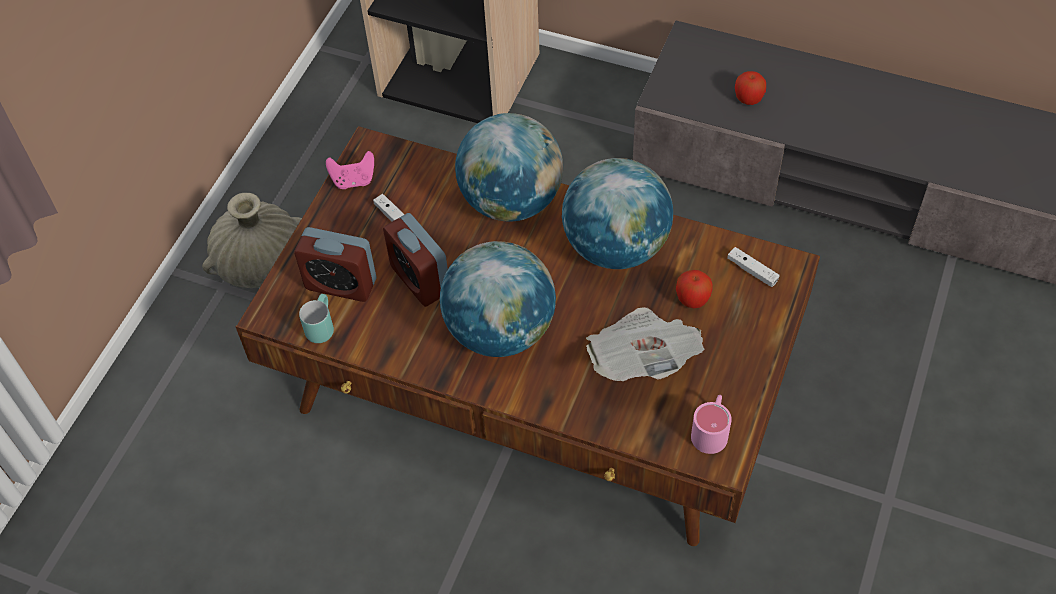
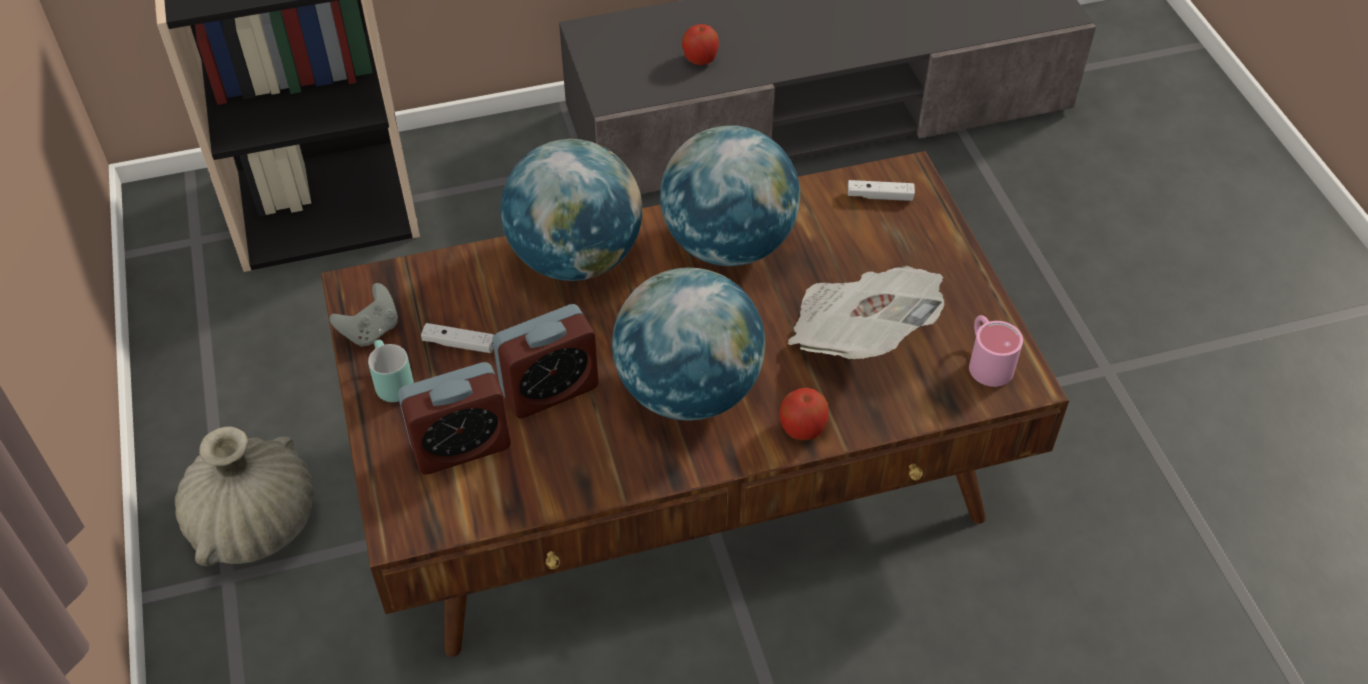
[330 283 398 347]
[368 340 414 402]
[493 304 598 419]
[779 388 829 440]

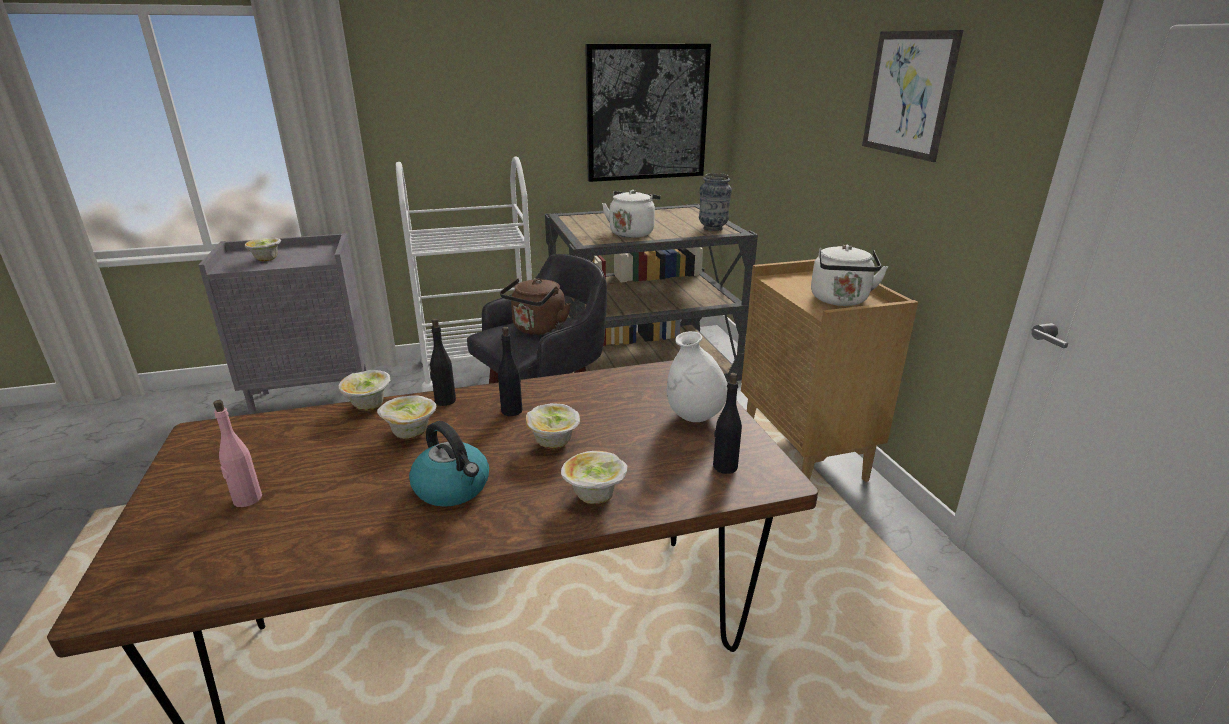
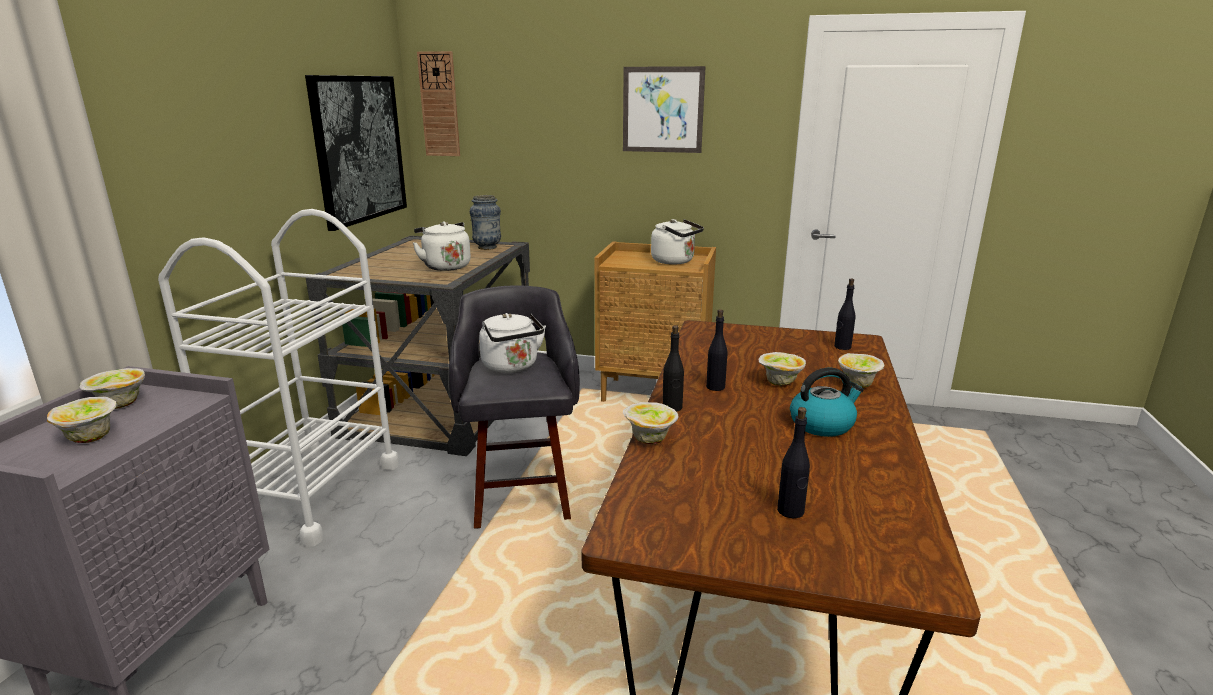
[80 368 145 409]
[417 51 460 156]
[479 313 546 373]
[777 407 810 518]
[667 331 727 422] (first image)

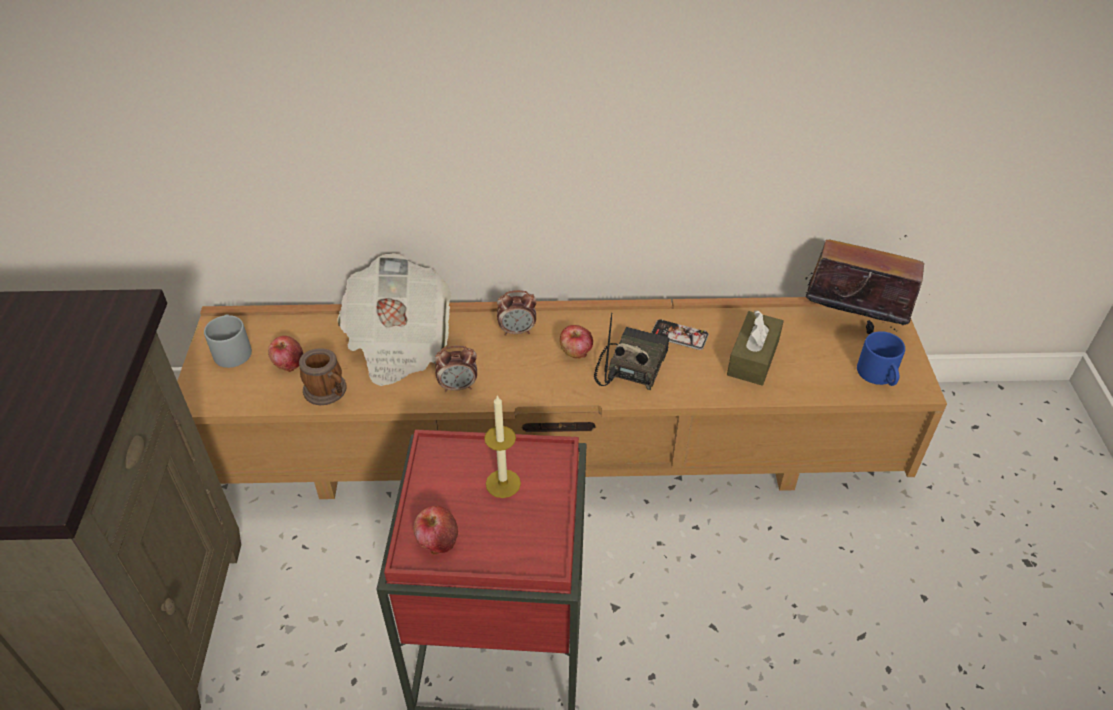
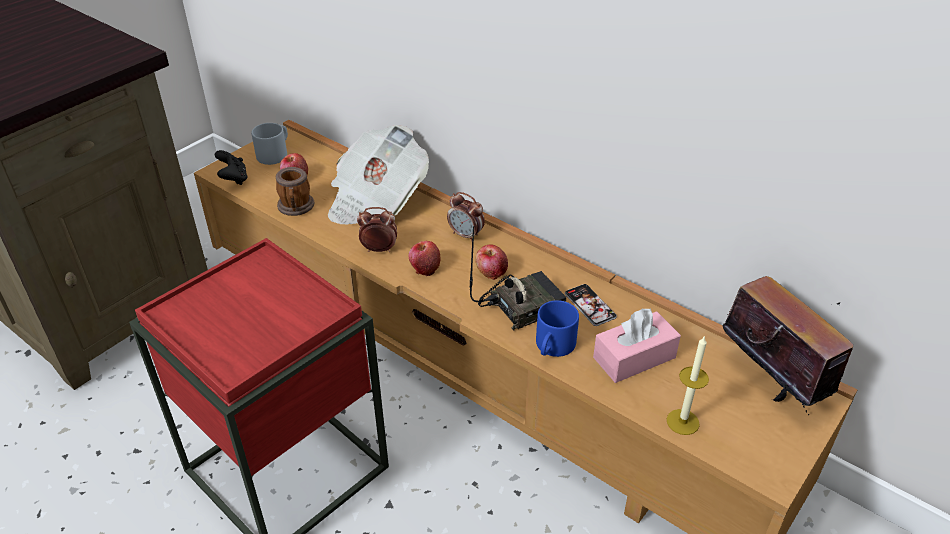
[215 150 248 185]
[357 207 397 252]
[408 241 441 276]
[536 300 579 357]
[593 308 681 383]
[667 335 709 435]

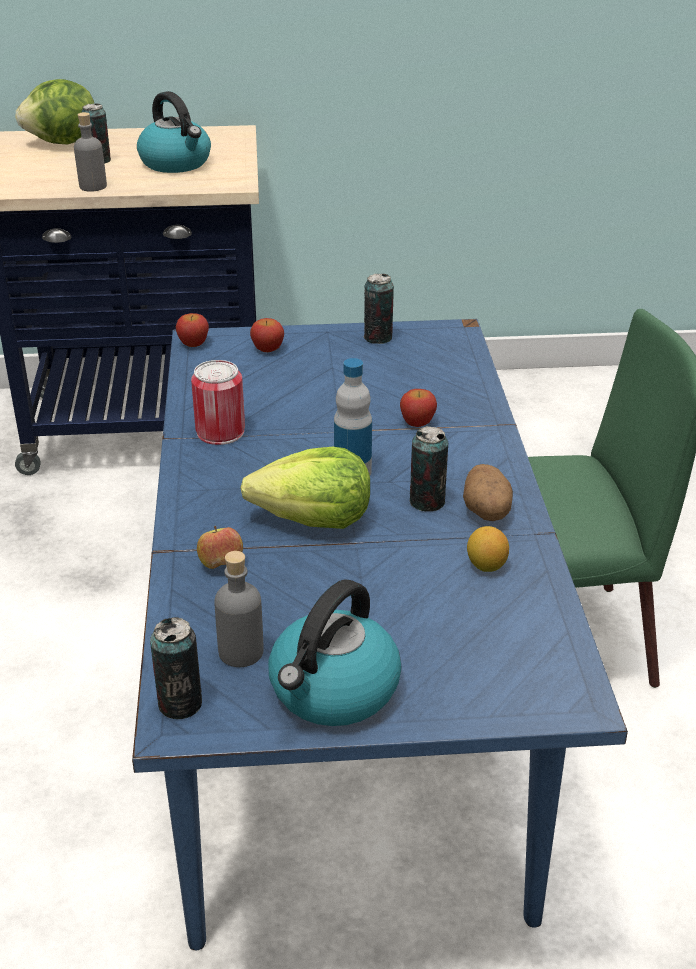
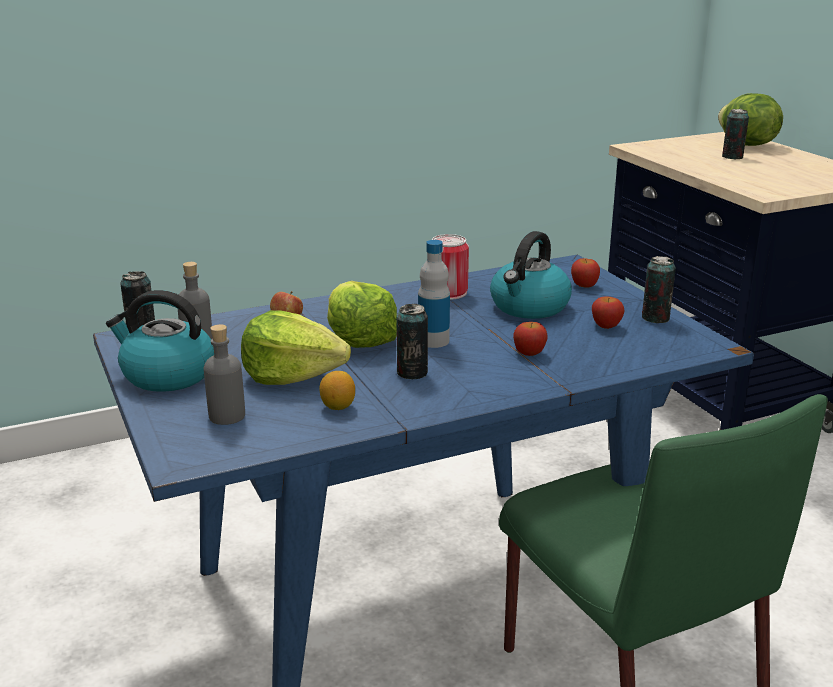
[204 324 245 425]
[241 310 351 385]
[490 231 572 319]
[592 296 625 329]
[463 464 513 521] (first image)

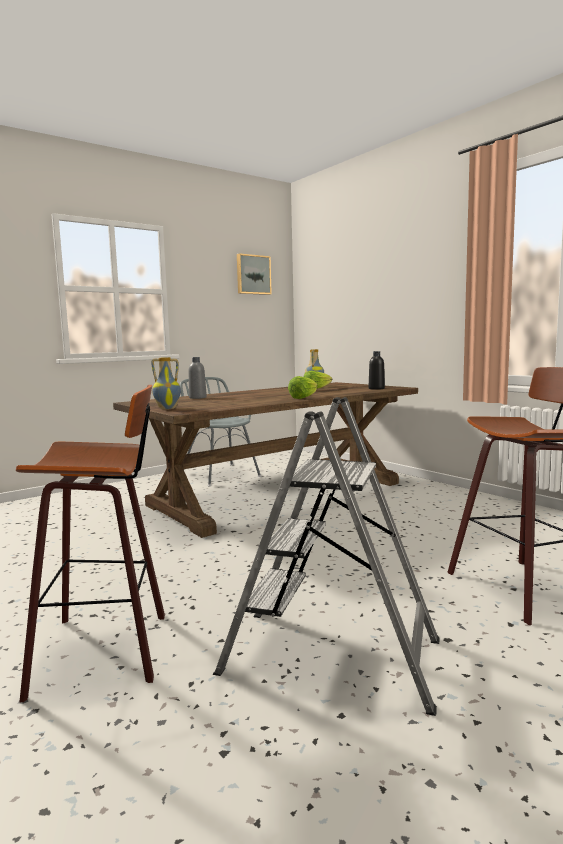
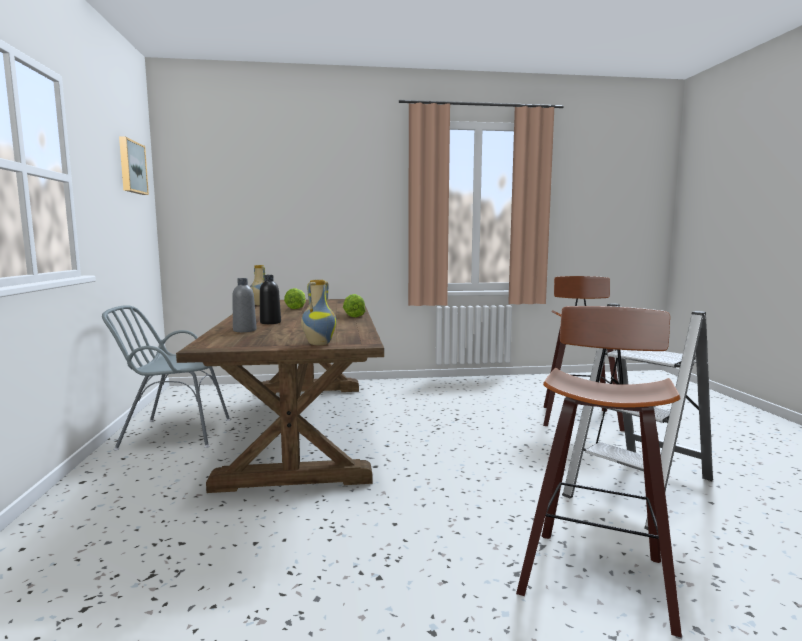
[260 275 281 324]

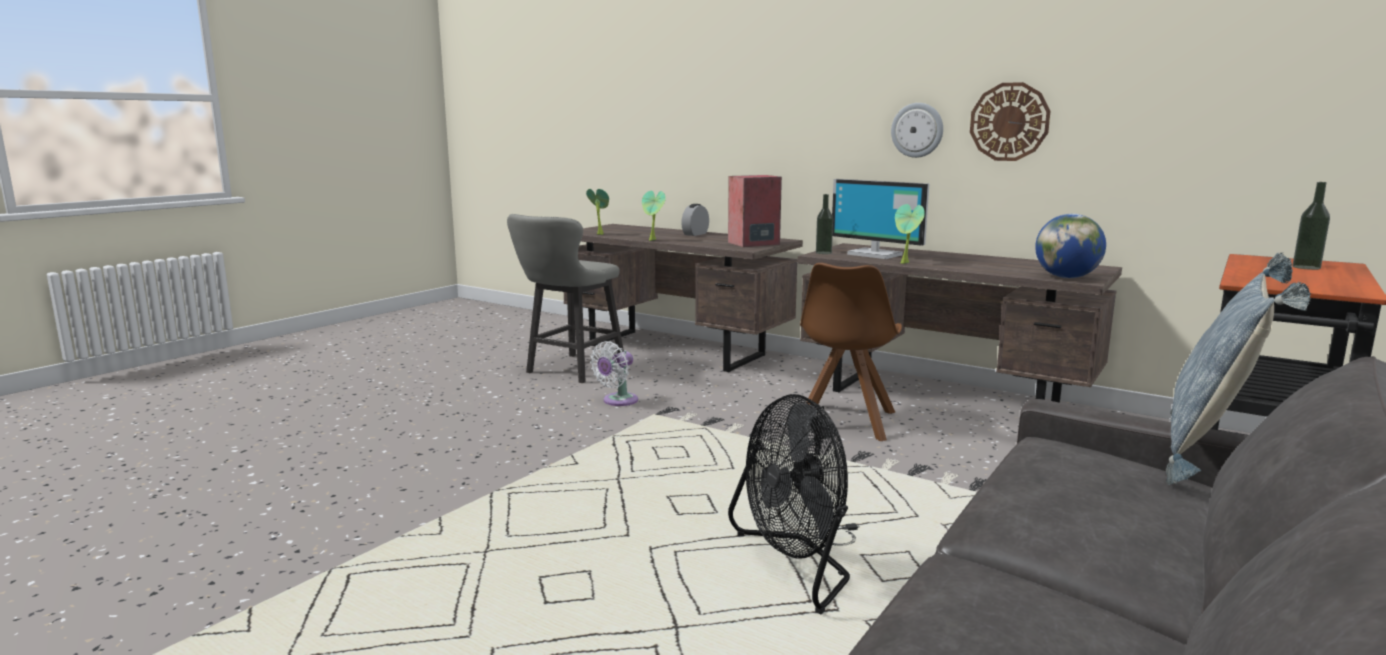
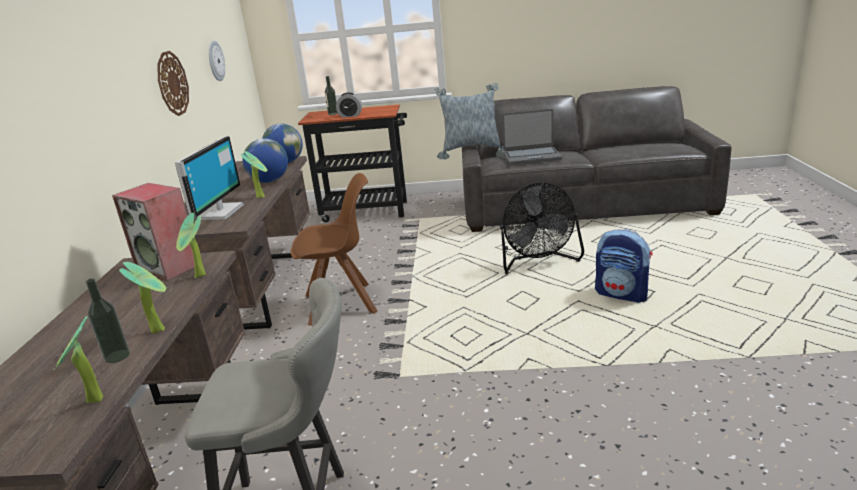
[86 278 130 363]
[176 213 206 278]
[209 41 225 81]
[243 138 288 183]
[336 92 362 118]
[500 183 584 274]
[502 109 562 164]
[595 229 653 303]
[590 341 638 406] (first image)

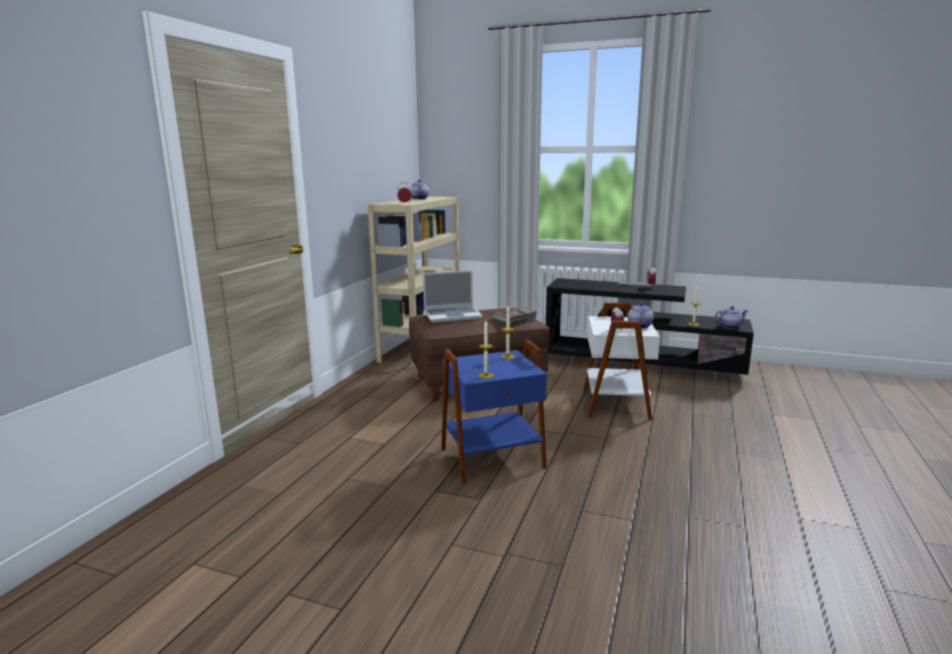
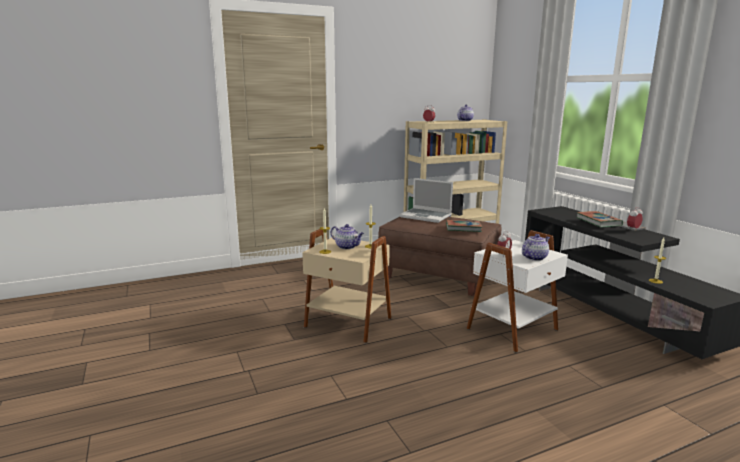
[302 229 391 343]
[331 224 364 249]
[576 211 623 227]

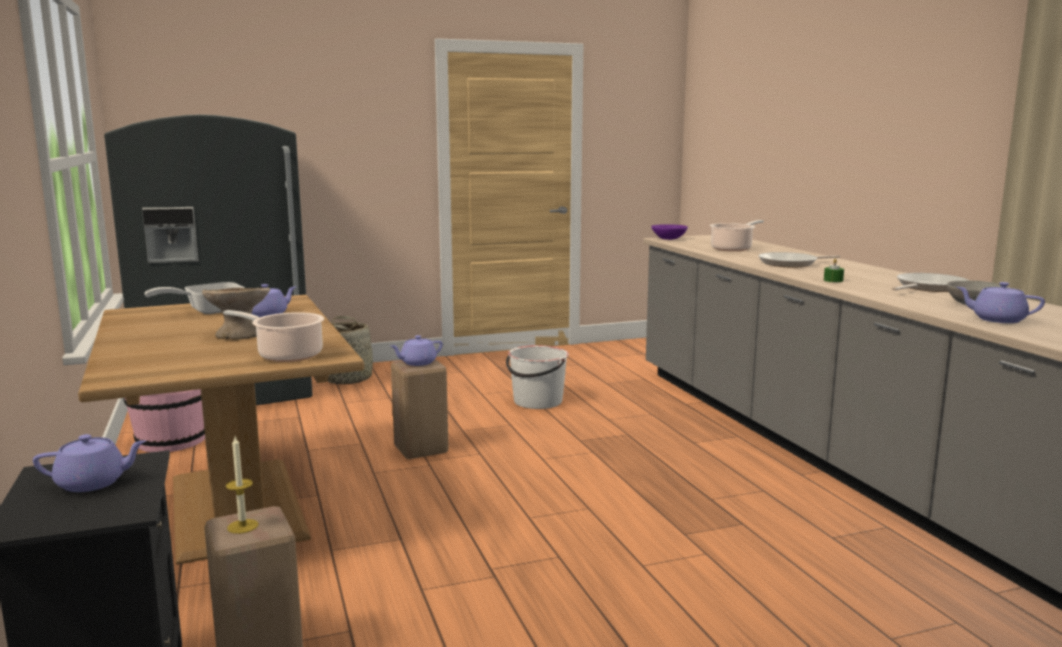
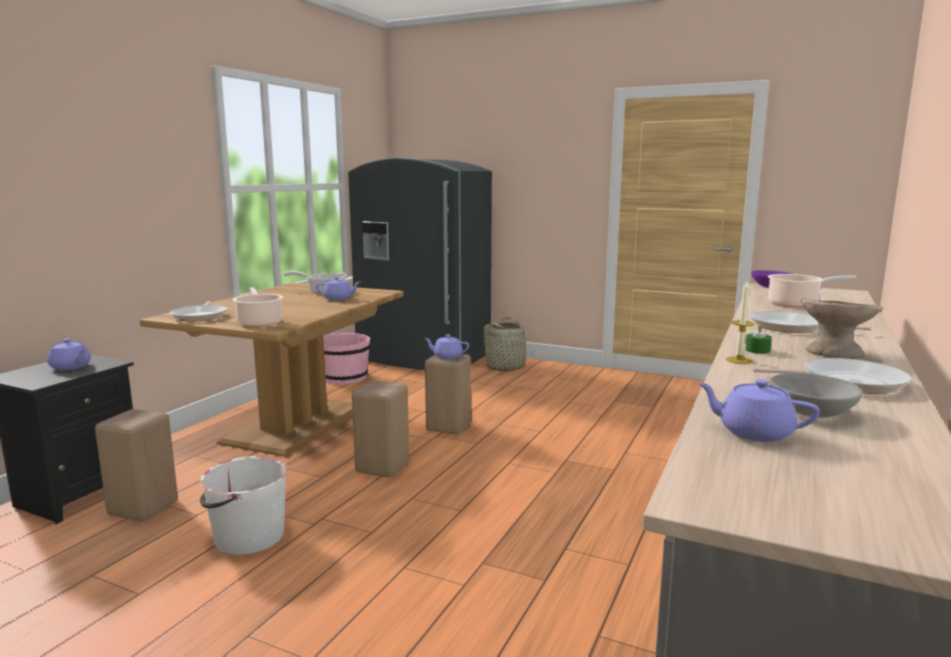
[170 301 227 322]
[200 456 288 555]
[352 380 409 478]
[697 379 820 442]
[726 281 754 364]
[801 298 883 359]

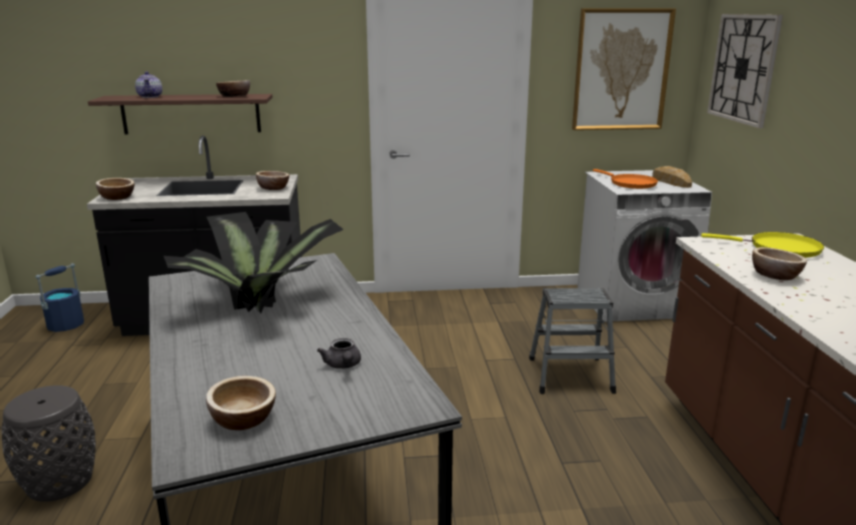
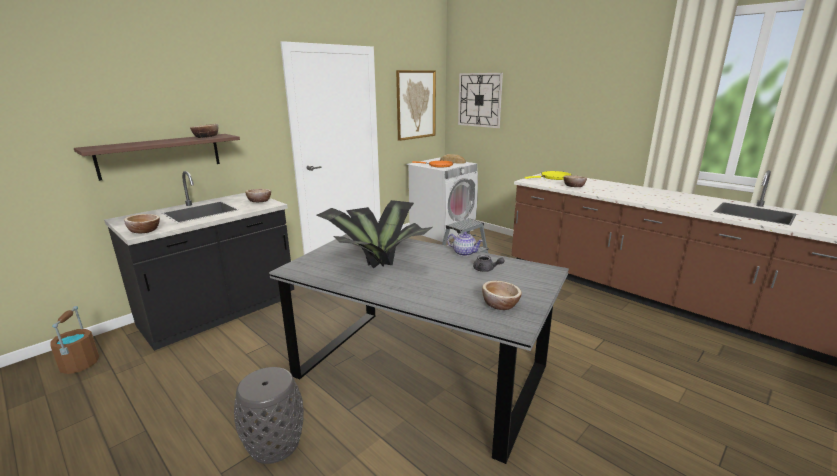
[50 306 99 374]
[447 232 483 256]

